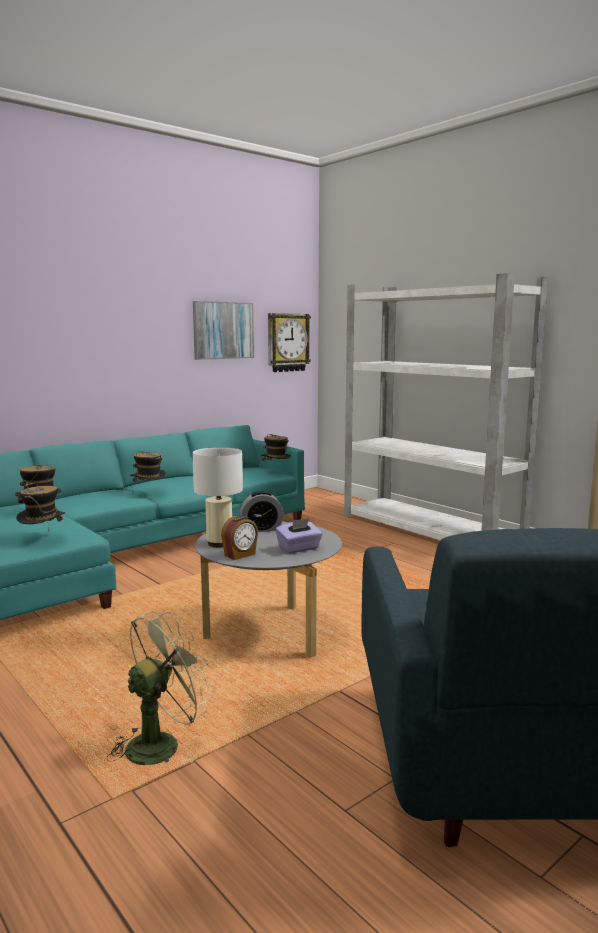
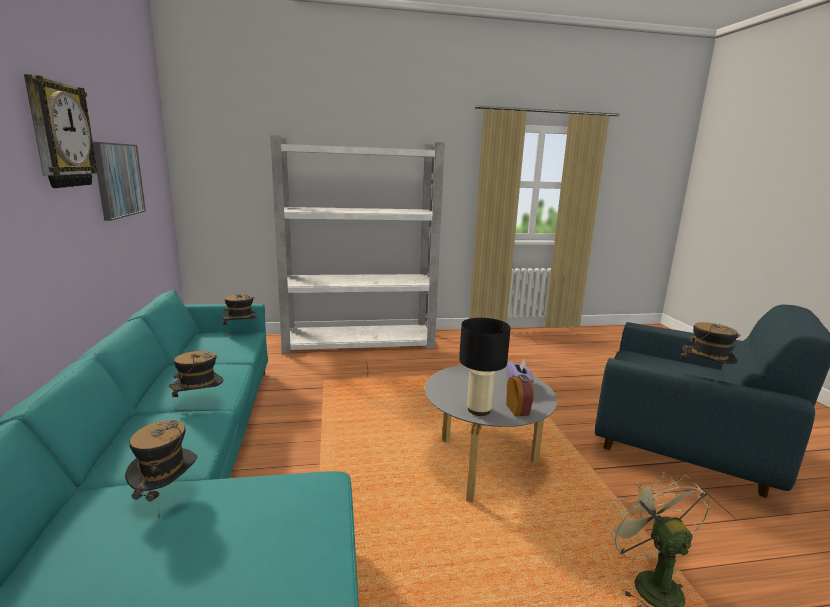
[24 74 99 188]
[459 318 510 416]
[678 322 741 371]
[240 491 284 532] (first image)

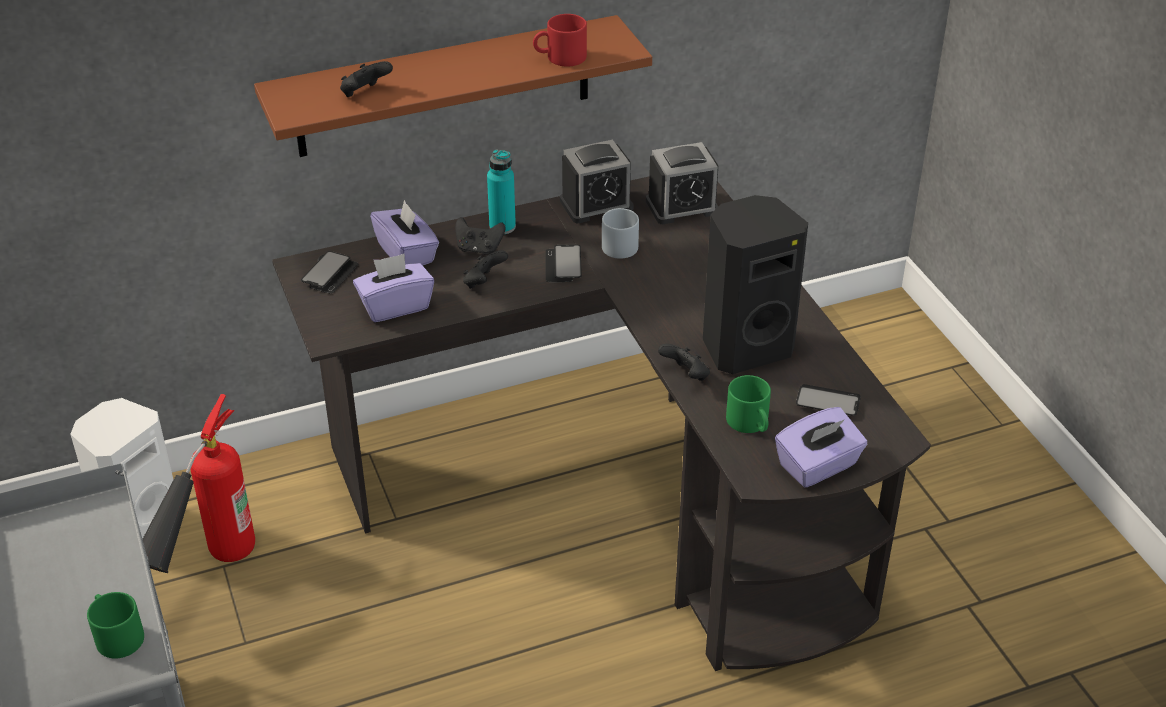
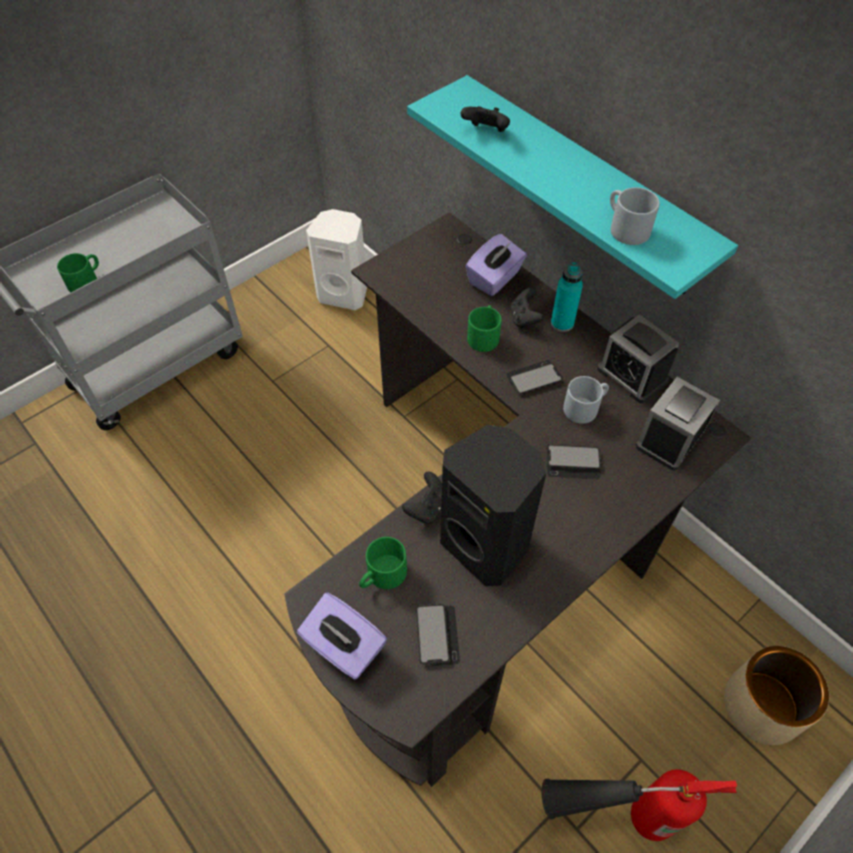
[407 75 738 299]
[467 305 502 352]
[542 769 737 841]
[546 445 601 479]
[610 187 660 245]
[636 377 720 471]
[724 646 829 745]
[353 254 434 322] (first image)

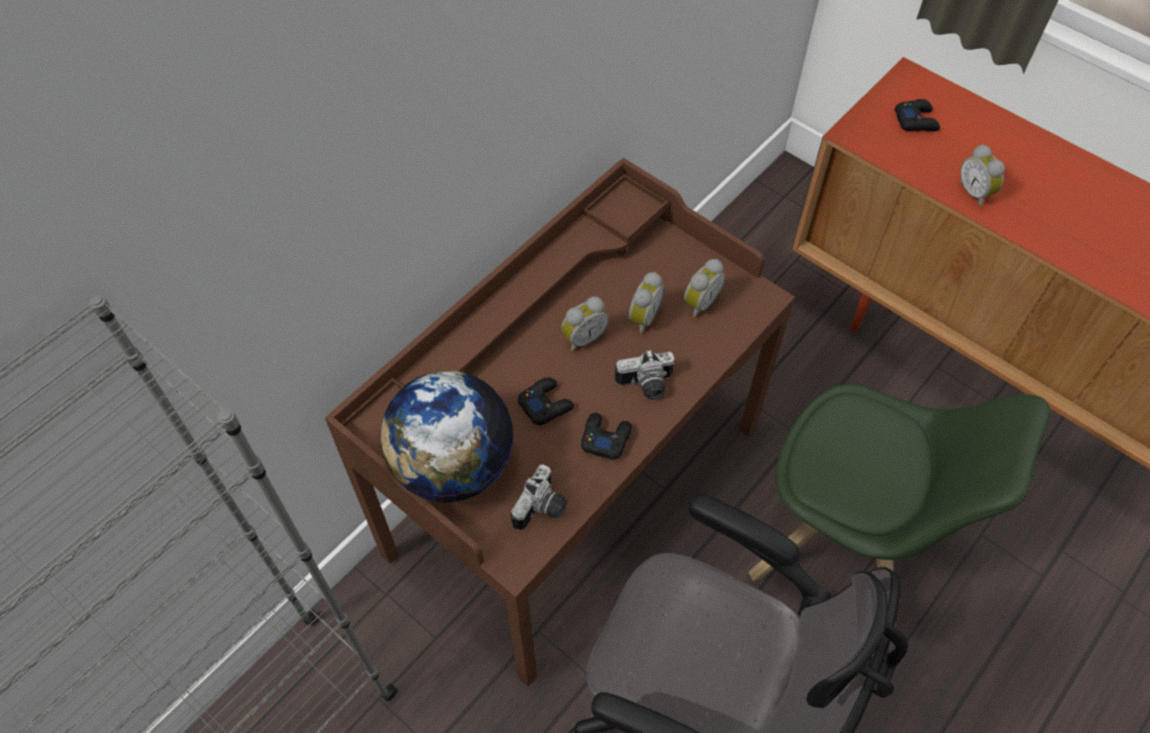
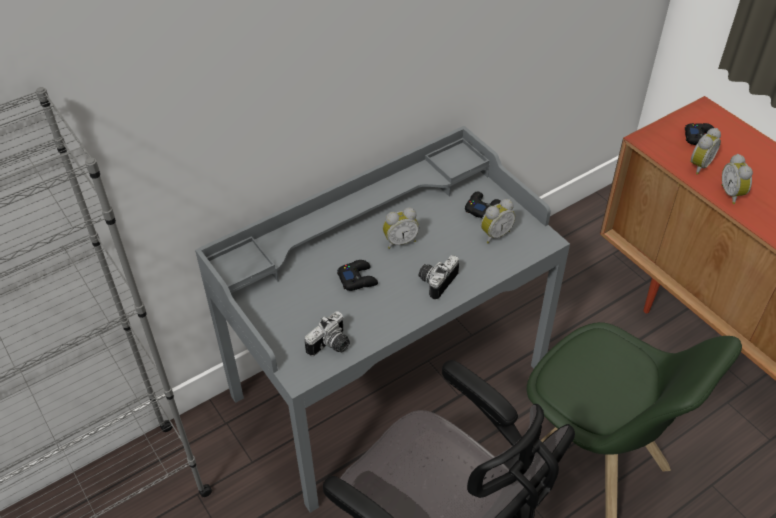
[195 126 570 513]
[419 255 459 300]
[465 192 501 218]
[690 128 721 175]
[381 370 514 503] (first image)

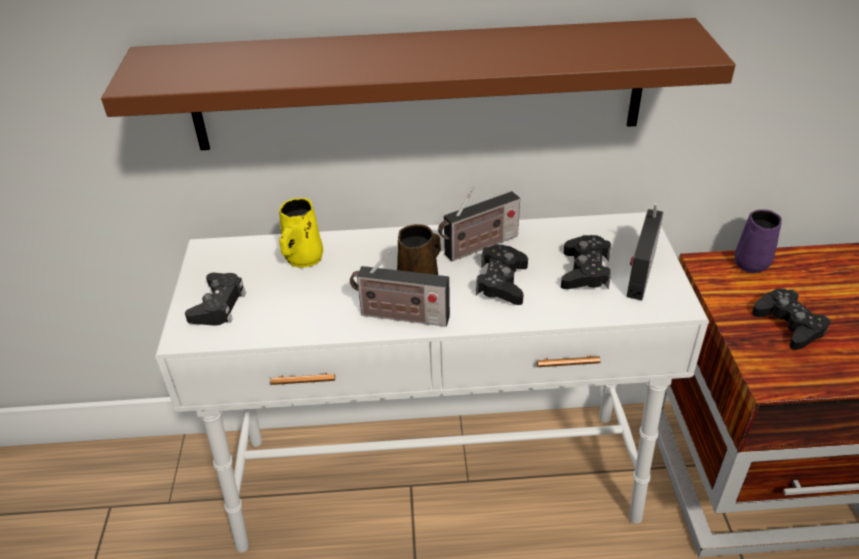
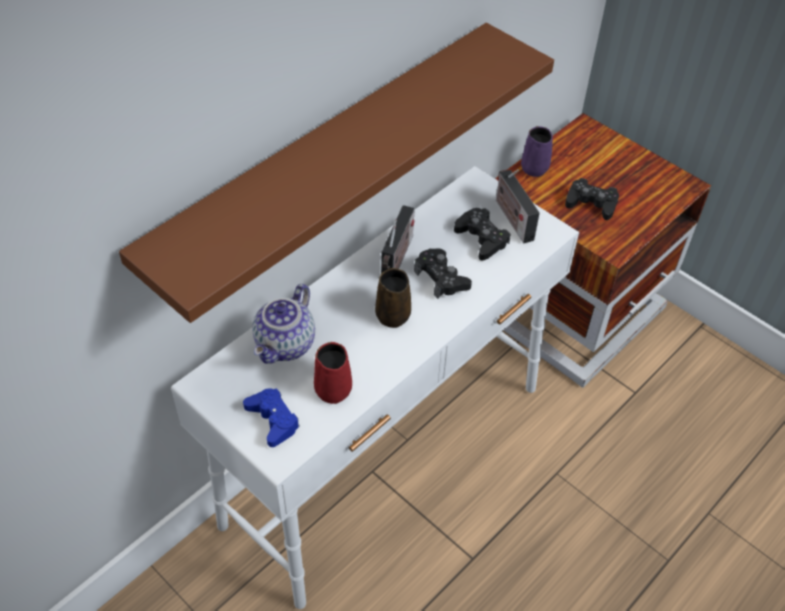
[243 388 300 447]
[253 284 315 364]
[314 342 352 404]
[350 251 450 327] (first image)

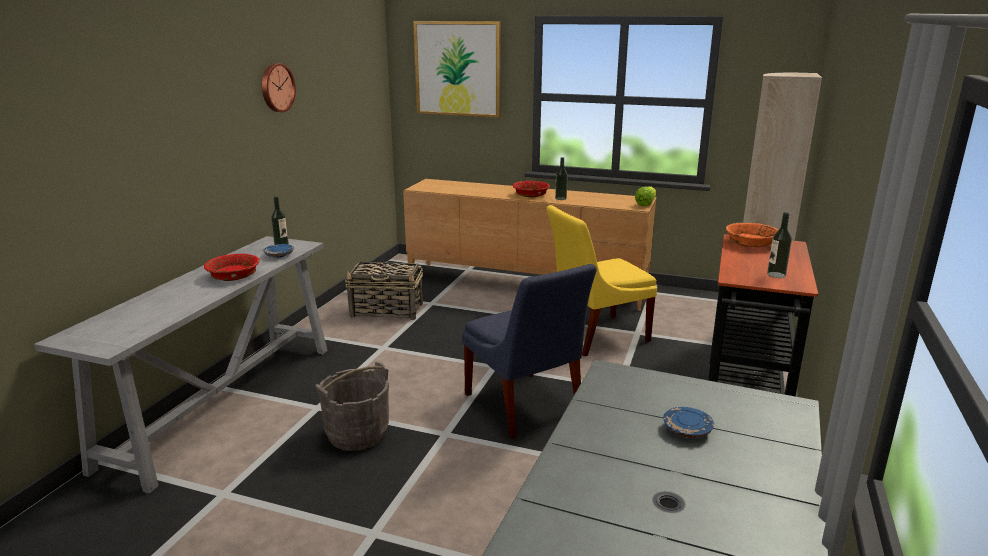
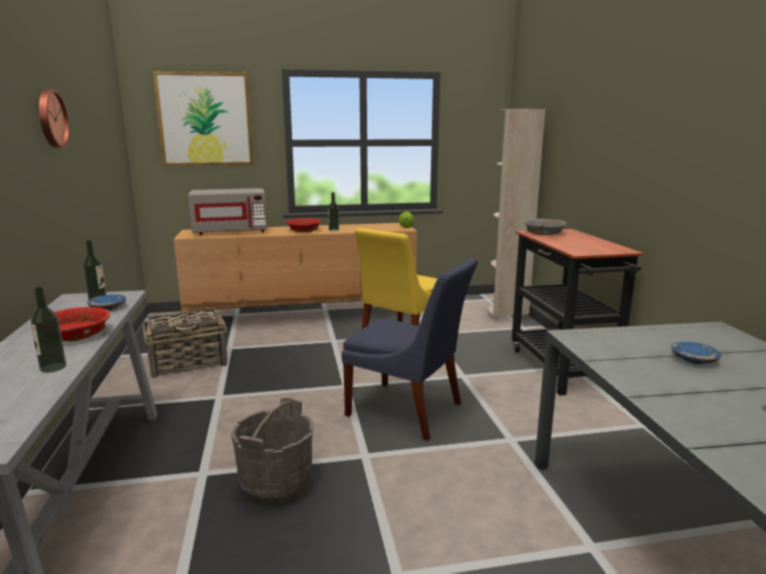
[31 286 66 373]
[188 188 267 235]
[524 219 567 235]

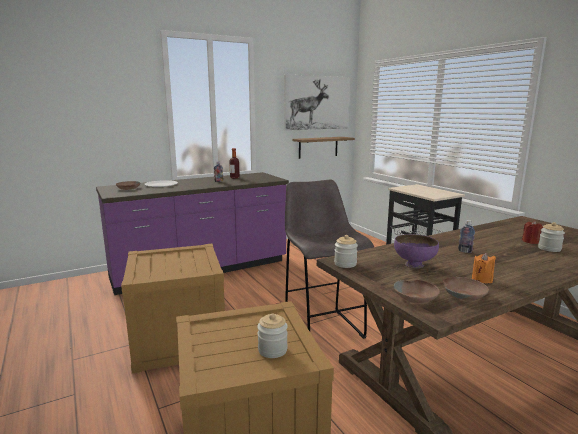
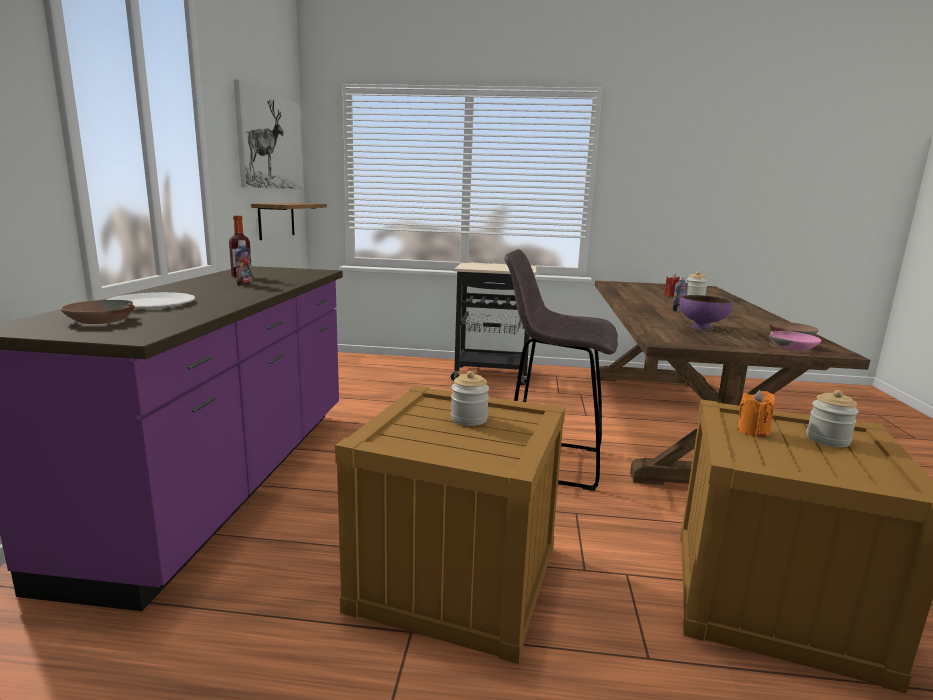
[451 371 489 426]
[738 390 775 437]
[769 331 821 350]

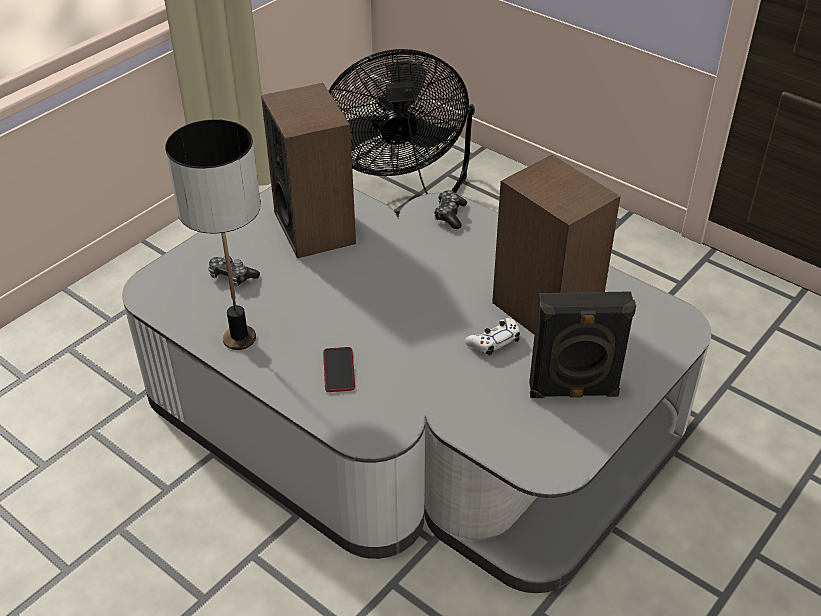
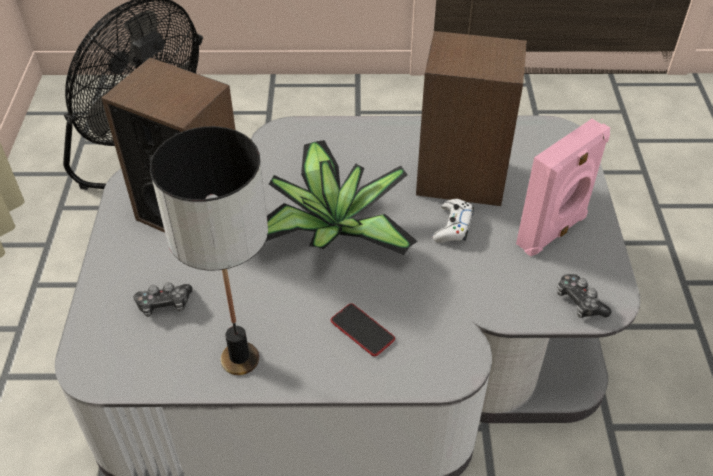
[266 140 418 255]
[516 119 610 256]
[557 274 612 318]

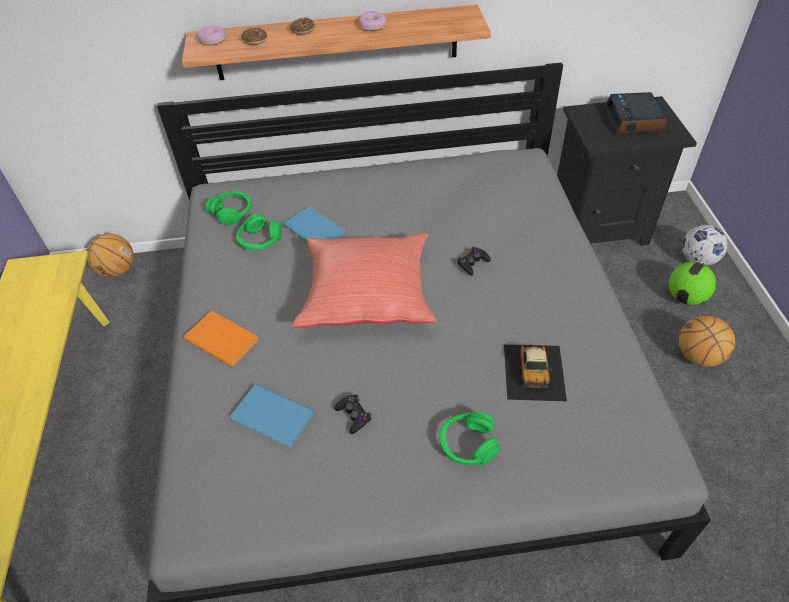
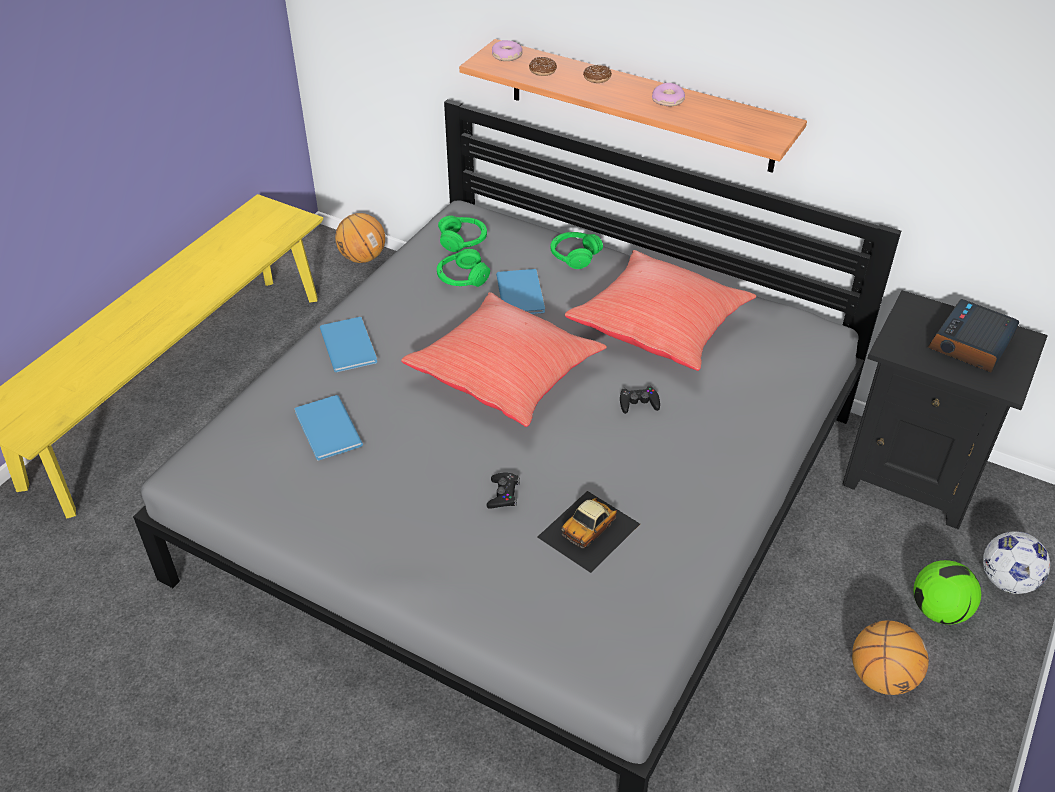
[320 317 377 372]
[486 473 520 509]
[551 232 603 269]
[565 250 756 371]

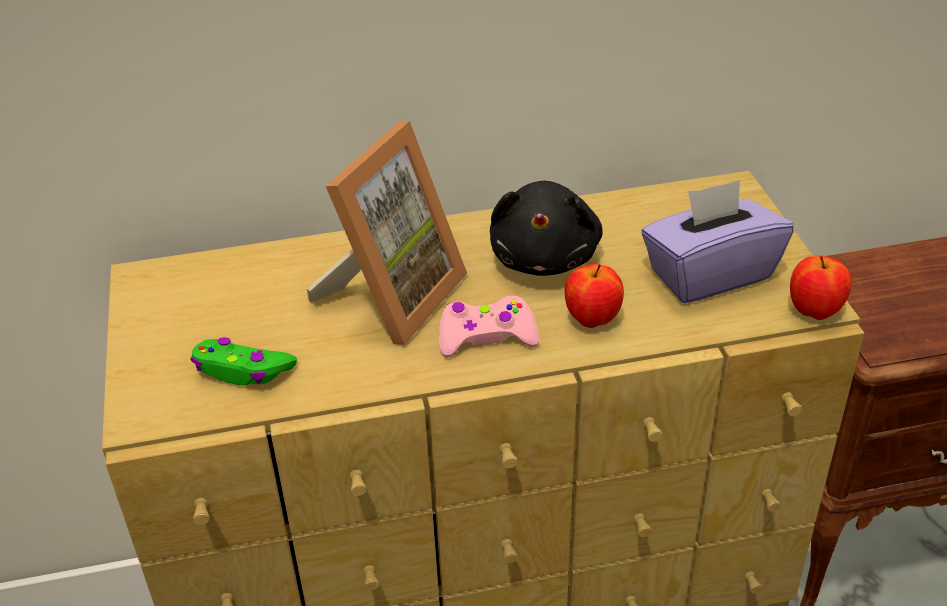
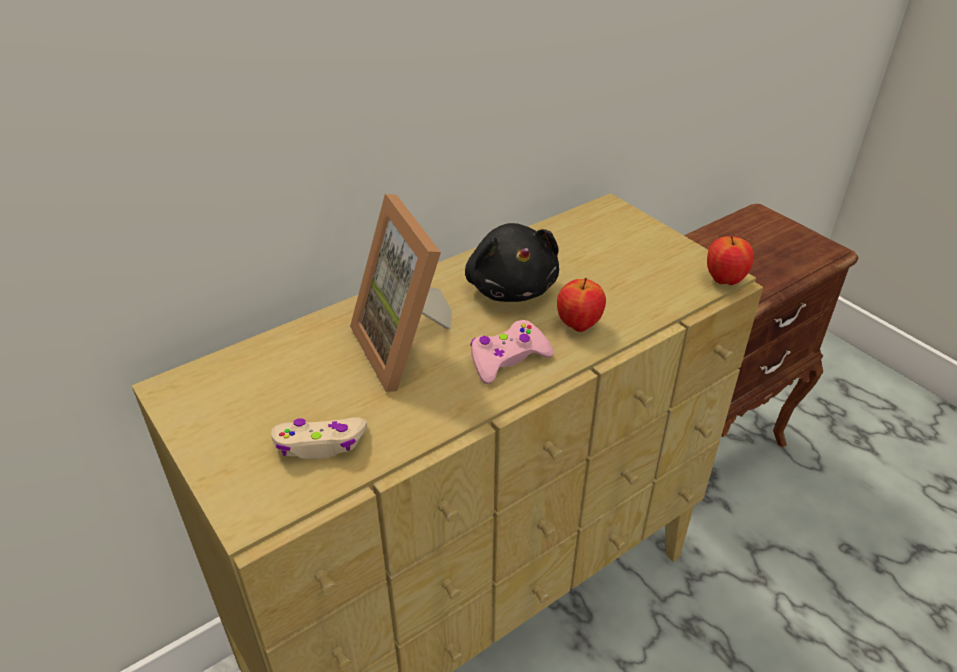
[271 417 367 459]
[350 194 452 392]
[642 179 794 303] (first image)

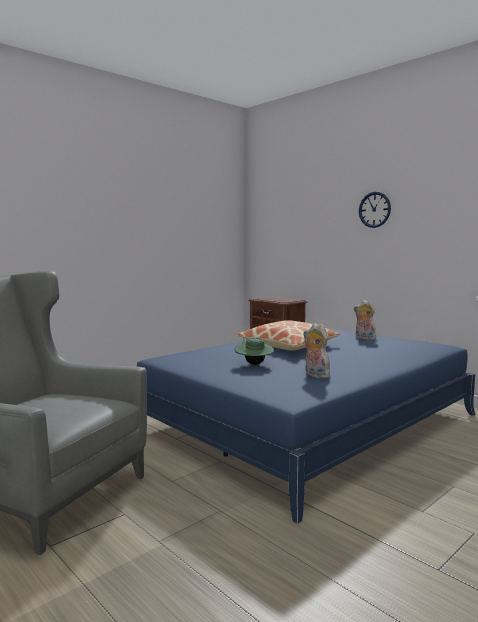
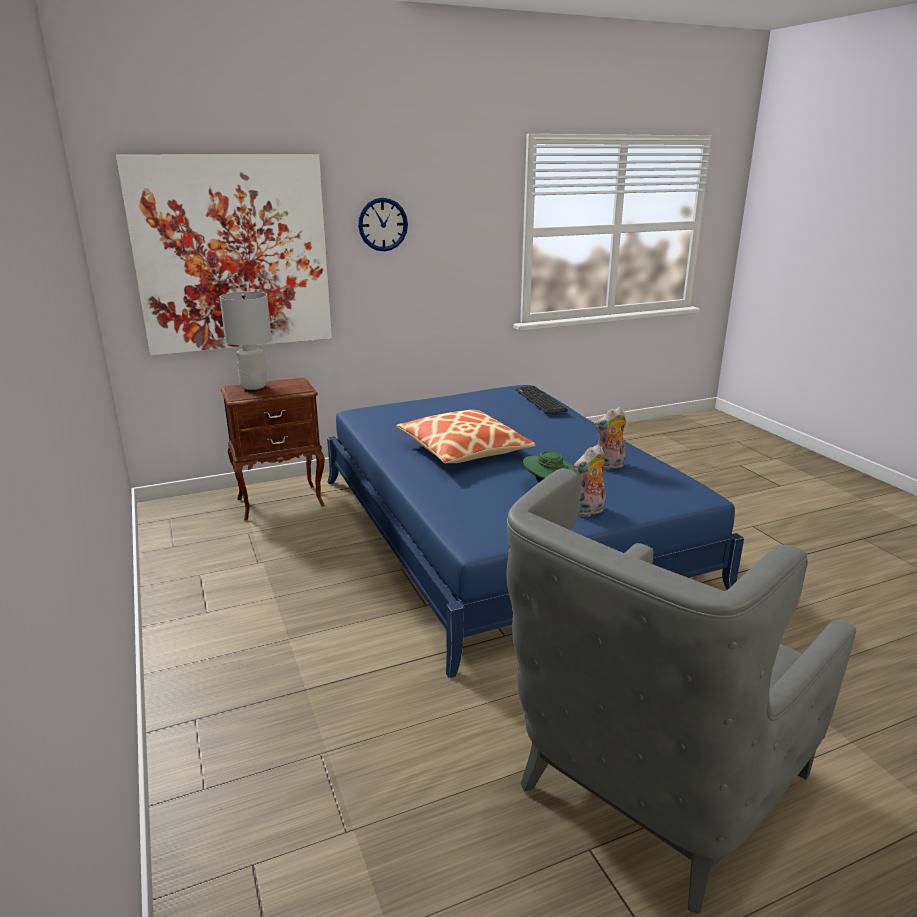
[116 154 332 355]
[220 292 272 390]
[516 386 568 414]
[574 445 606 517]

